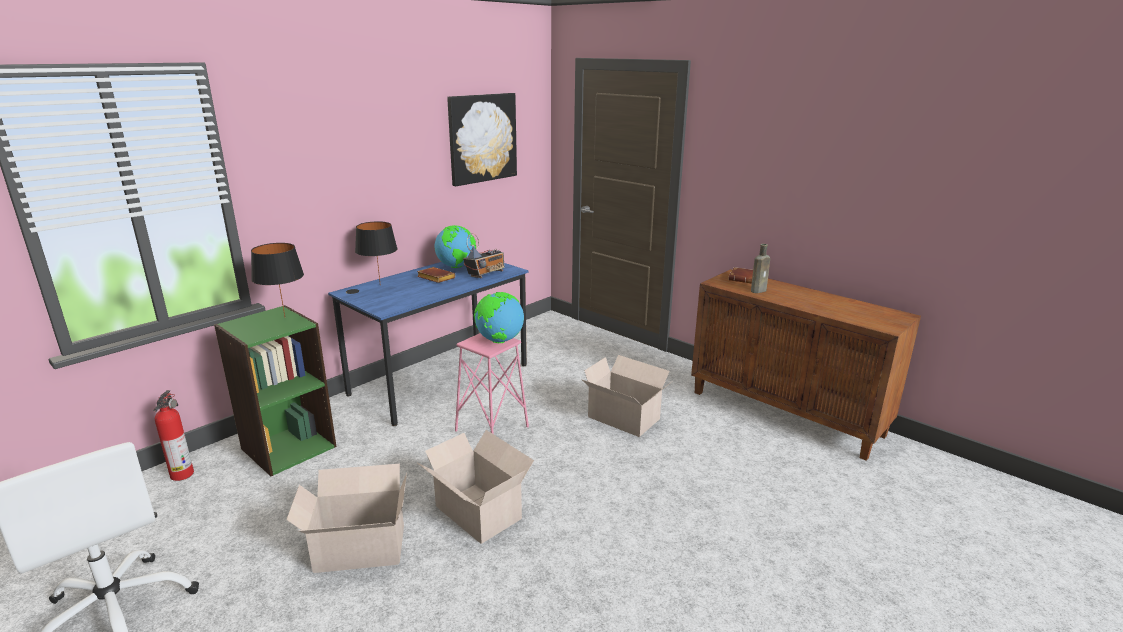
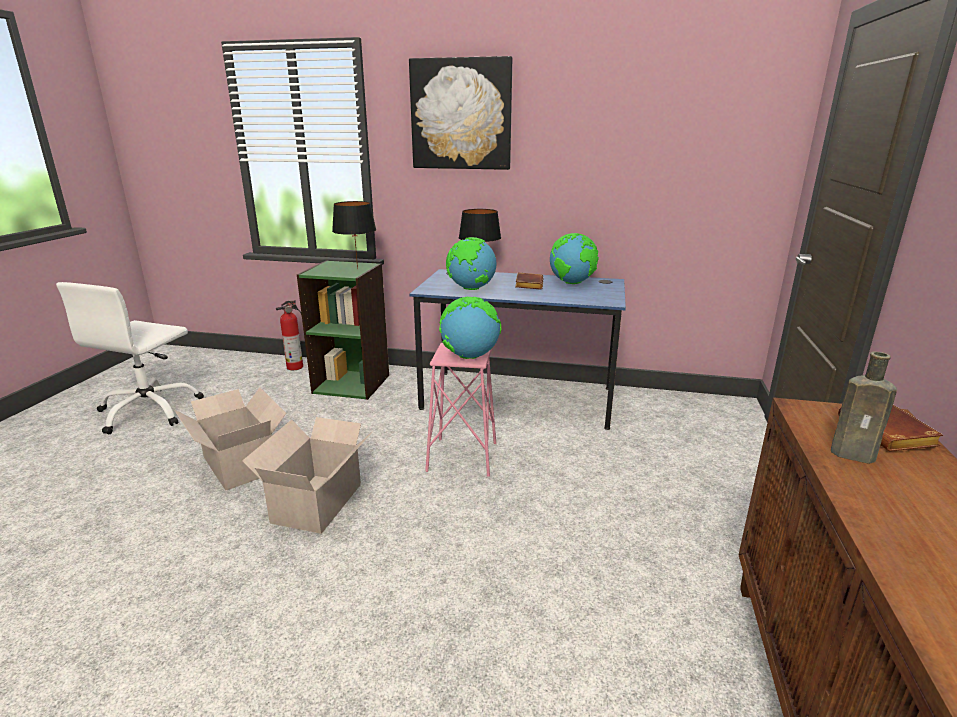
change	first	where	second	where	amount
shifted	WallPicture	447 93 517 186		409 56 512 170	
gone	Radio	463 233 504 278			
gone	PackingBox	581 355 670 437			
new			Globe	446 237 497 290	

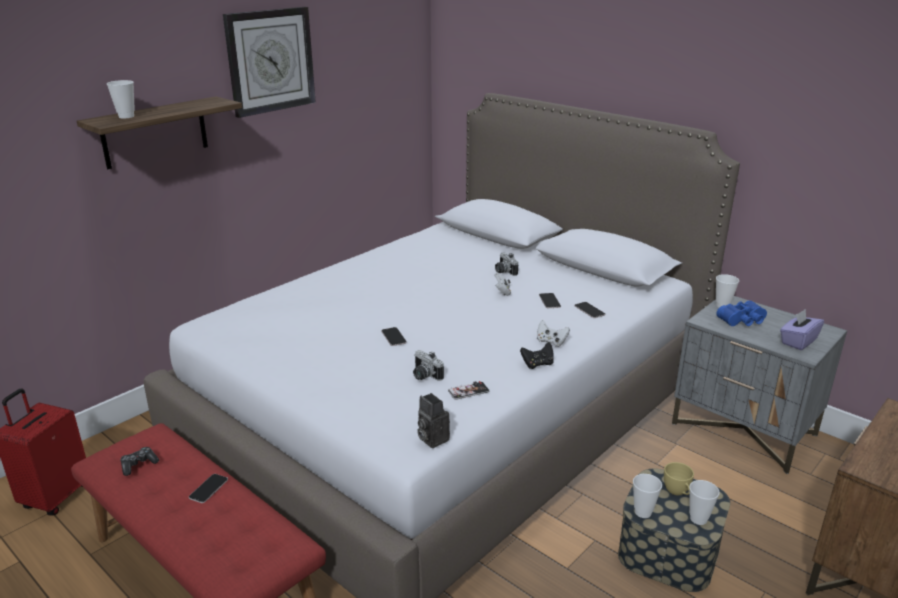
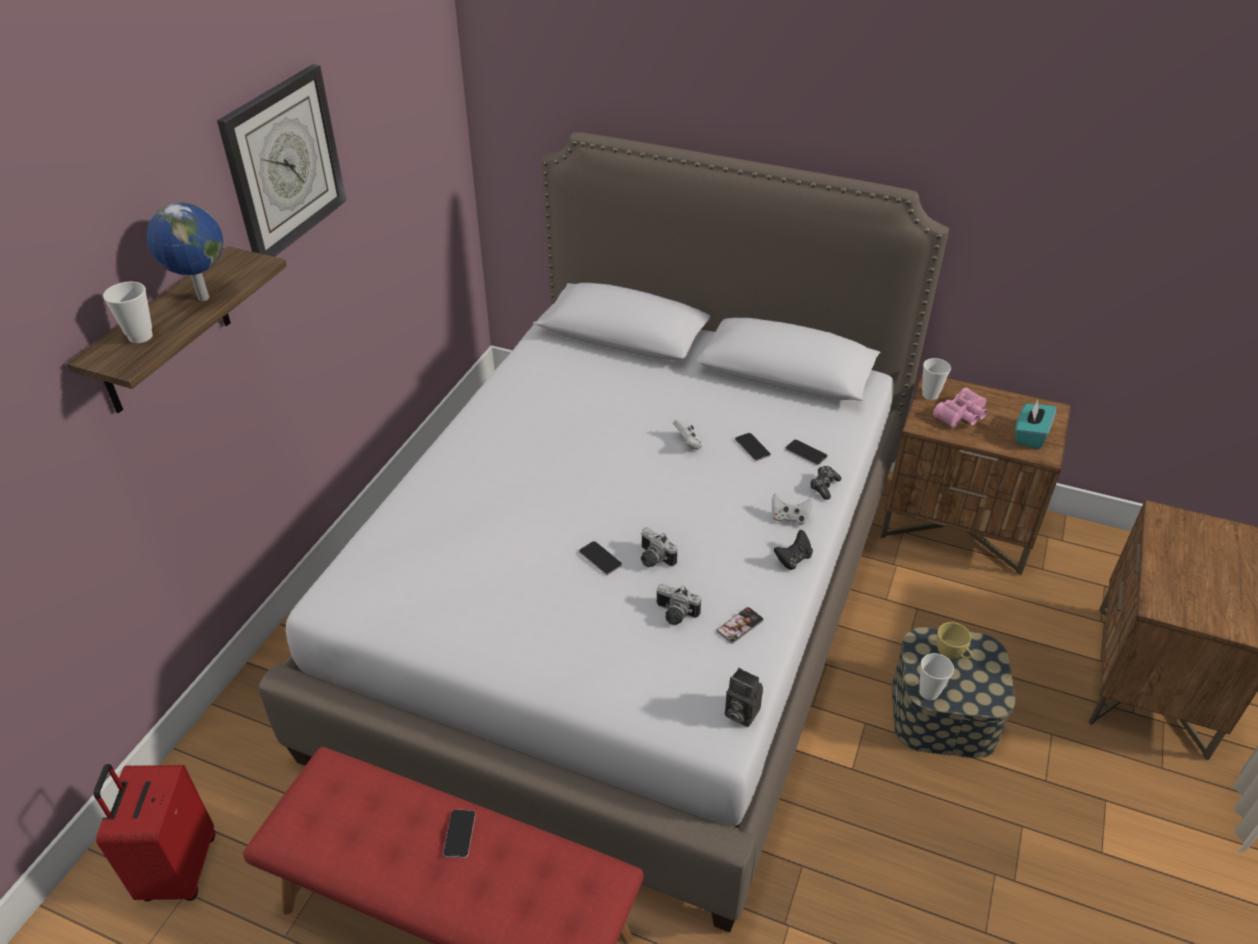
change	first	where	second	where	amount
shifted	Gamepad	120 447 159 476		810 466 842 500	
shifted	StillCamera	495 252 518 276		641 527 677 567	
repainted	GreyNightTable	672 296 847 474	BrownNightTable	880 372 1071 576	
gone	SmallCup	689 480 720 525			
repainted	BluePairOfBinoculars	716 300 767 326	PinkColouredPairOfBinoculars	933 388 988 428	
repainted	PurpleTissueHolder	780 309 824 350	TurquoiseColouredTissueHolder	1015 400 1056 449	
new			Globe	146 203 223 301	

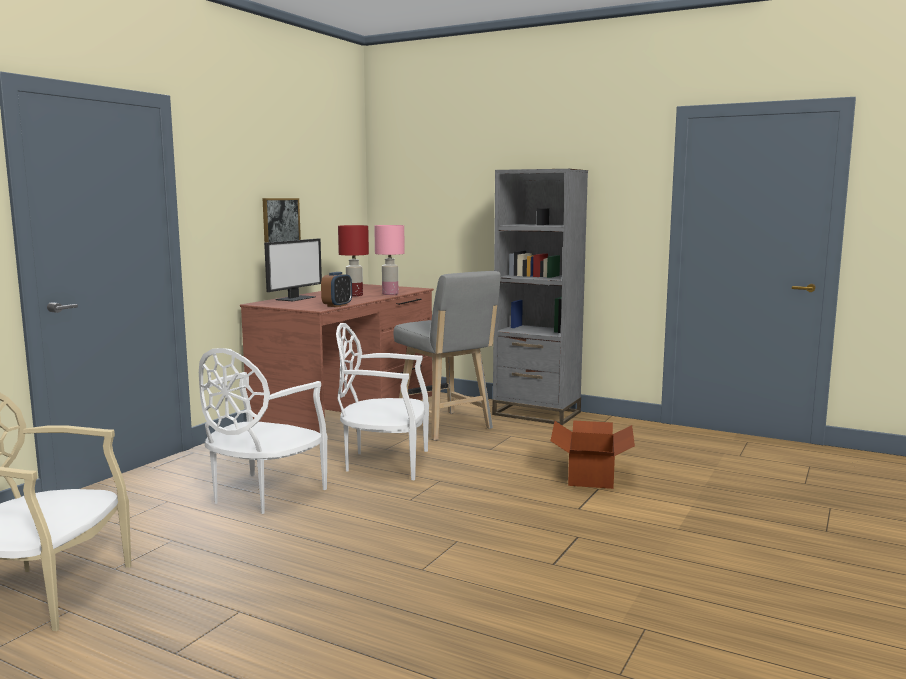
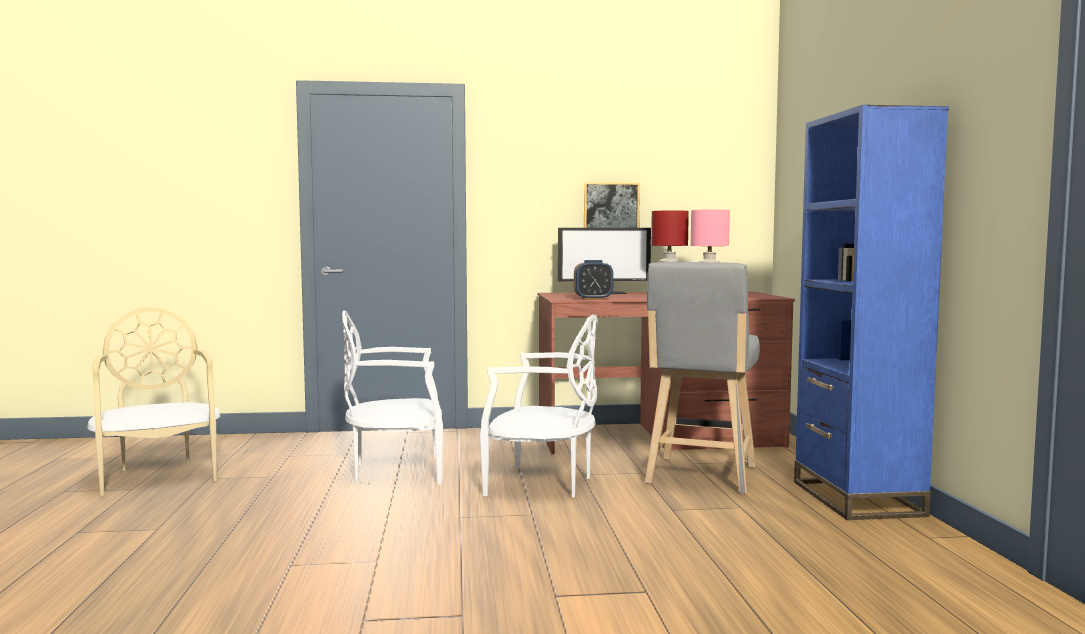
change	first	where	second	where	amount
rotated	WhiteColouredChair	336 323 429 480		480 315 598 498	135 degrees clockwise
repainted	GreyBookcase	492 169 588 425	BlueBookcase	794 105 949 520	
gone	PackingBox	550 420 635 489			

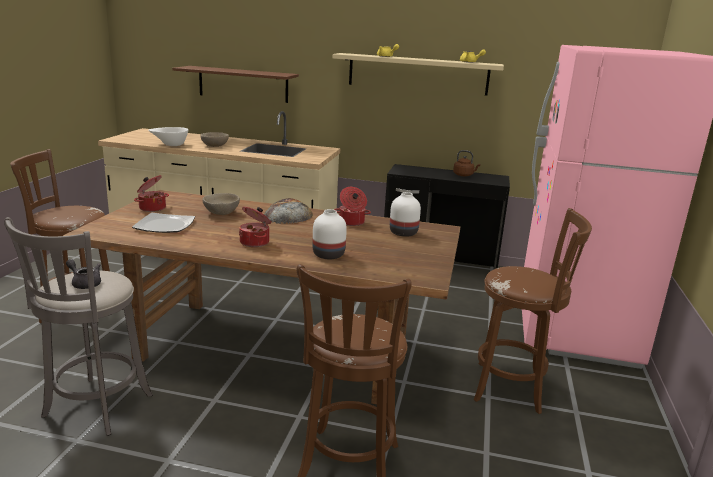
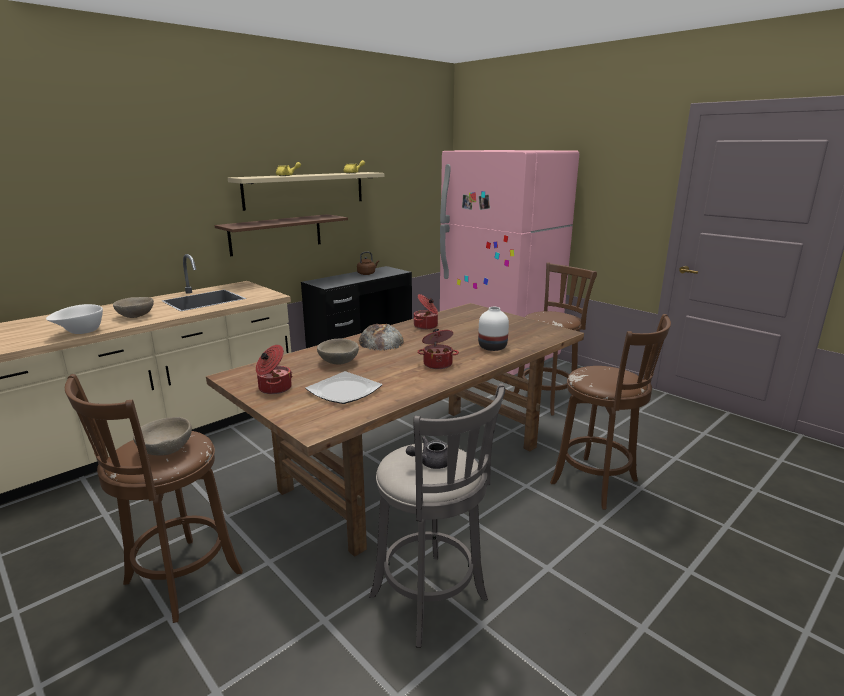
change	first	where	second	where	amount
shifted	BrownBracketShelf	172 66 299 103		214 214 348 256	
gone	WhiteColouredFlowerVase	390 192 421 237			
new			SandColouredBowl	133 417 192 456	

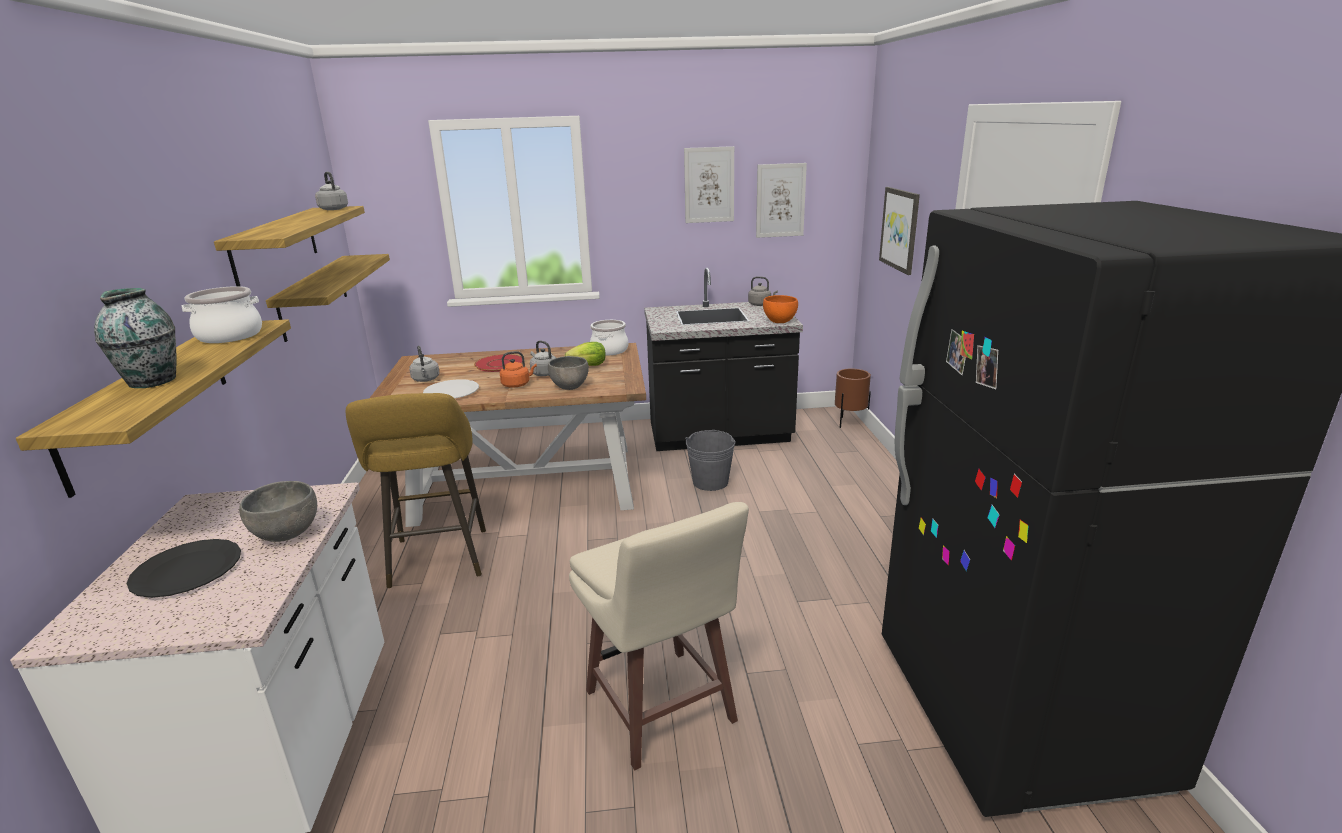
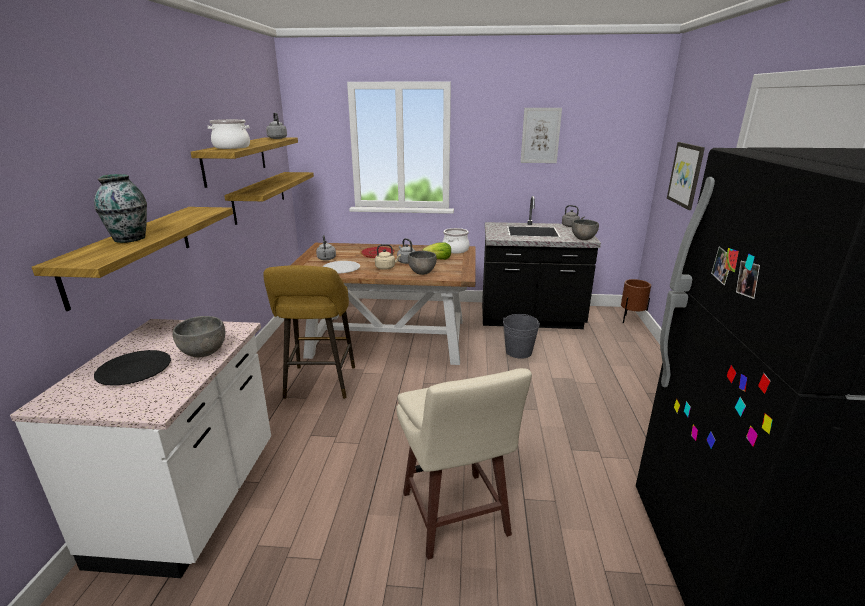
change	first	where	second	where	amount
shifted	Stockpot	182 286 262 343		208 119 250 149	
repainted	OrangeColouredKettle	500 351 537 388	SandColouredKettle	375 244 401 270	
gone	WallPicture	756 163 807 238			
repainted	OrangeColouredBowl	763 295 798 323	GreyBowl	572 219 599 240	

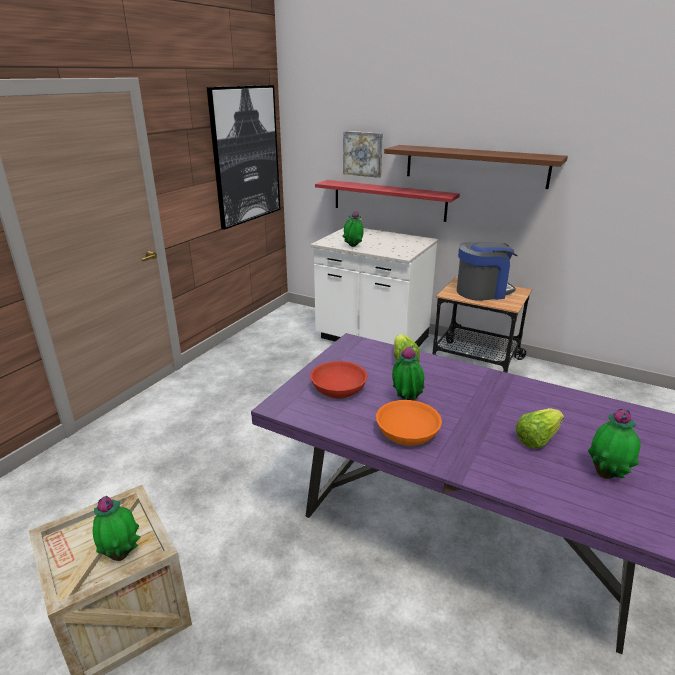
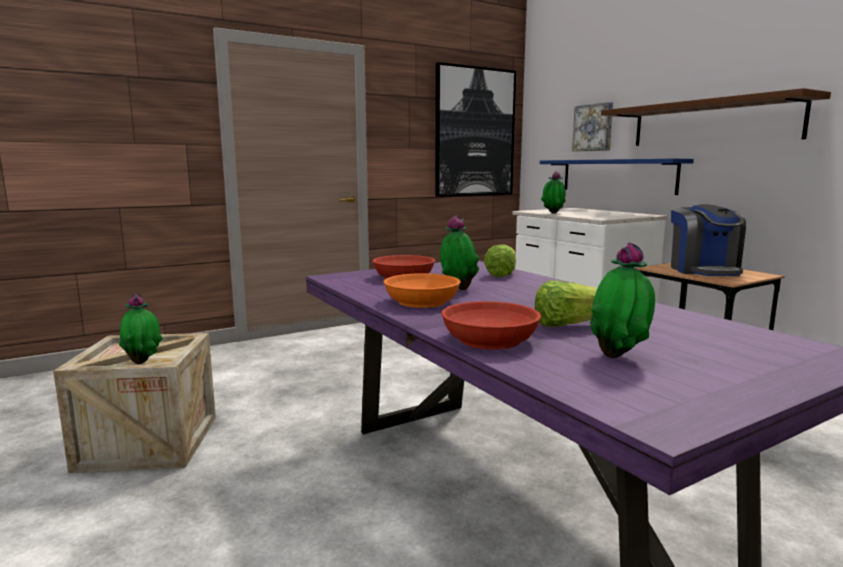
change	first	where	second	where	amount
repainted	ReddishBracketShelf	315 180 460 222	BlueBracketShelf	540 159 694 195	
rotated	CoffeeBrewer	457 242 518 301		671 204 746 276	75 degrees clockwise
new			ReddishBowl	441 301 541 350	

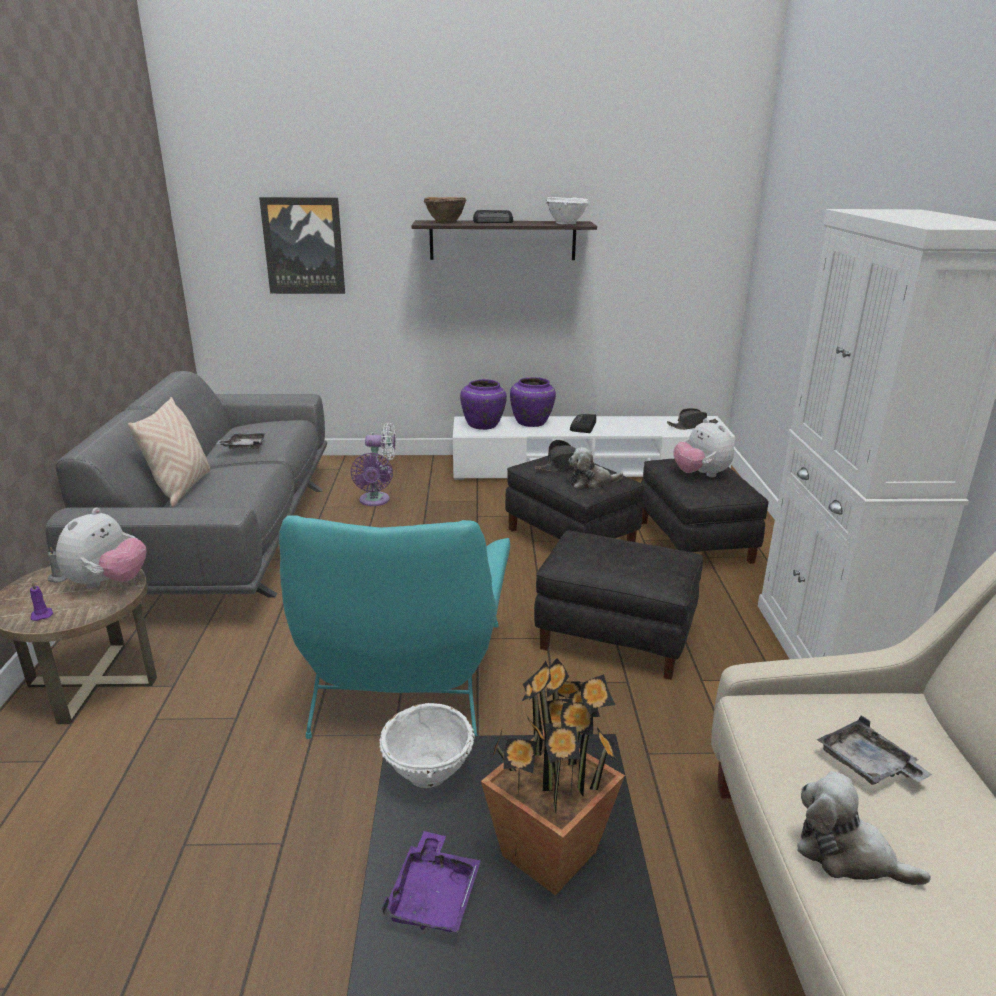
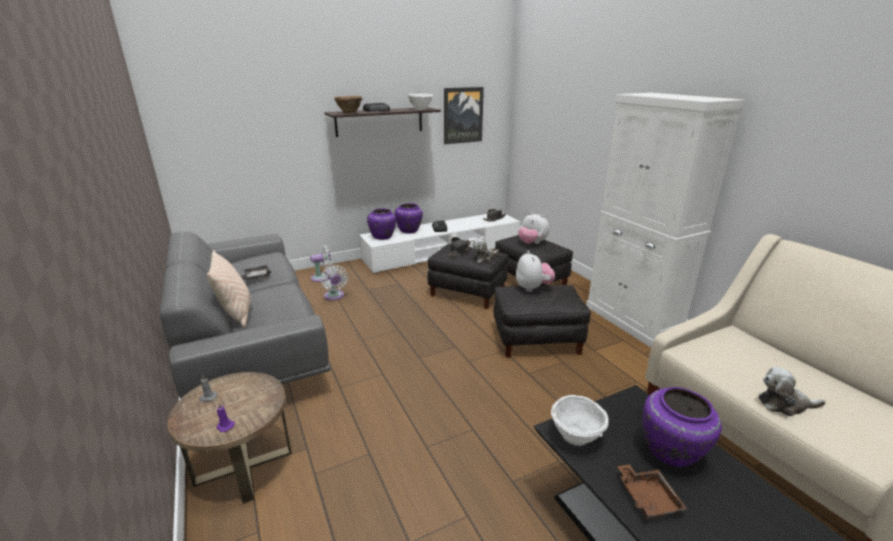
change	first	where	second	where	amount
shifted	CuddlyToy	56 508 147 589		516 251 555 292	
shifted	WallPicture	259 197 345 294		444 87 484 144	
gone	TurquoiseColouredLoungeChair	279 516 510 739			
repainted	PurpleCoolingFan	350 453 393 506	WhiteColouredCoolingFan	321 265 348 300	
repainted	PurpleCarryingTray	382 831 481 932	BrownCarryingTray	617 464 687 519	
swapped	Houseplant	481 658 625 895	PurpleFlowerVase	643 387 722 467	
gone	GreyCarryingTray	817 715 932 785			

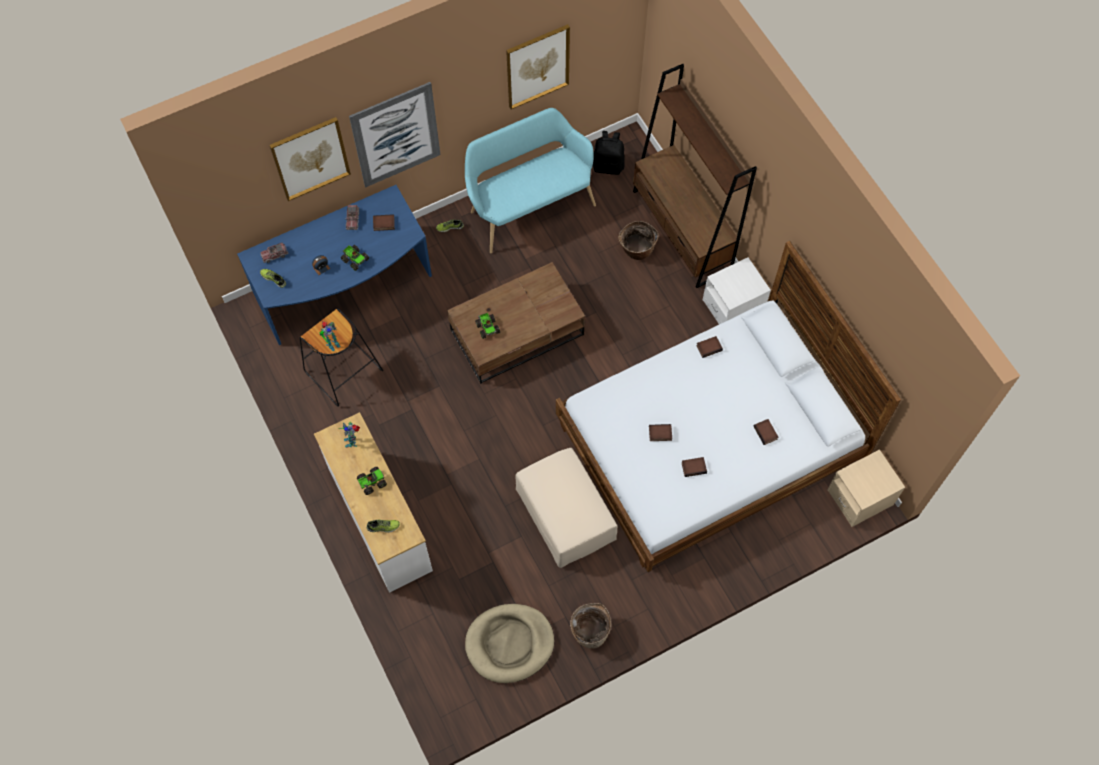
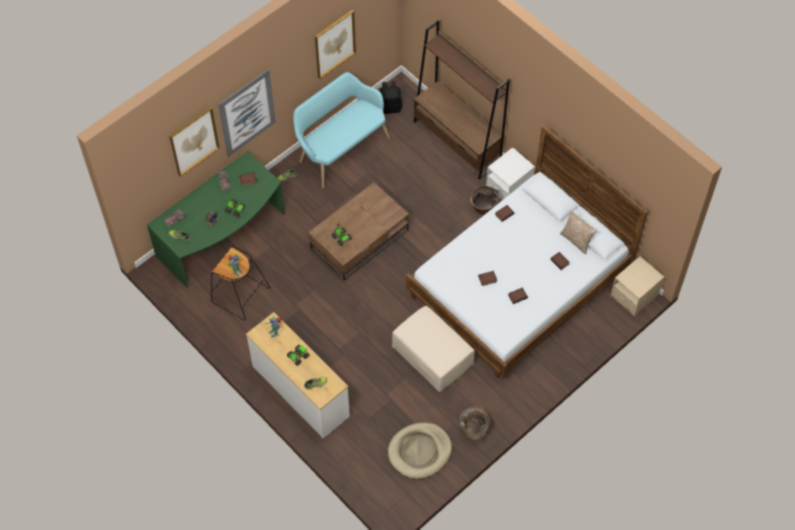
change	first	where	second	where	amount
repainted	BlueDeskTable	237 185 432 345	GreenDeskTable	147 151 285 288	
shifted	Basket	618 221 659 260		469 186 499 215	
new			Pillow	560 211 597 255	

